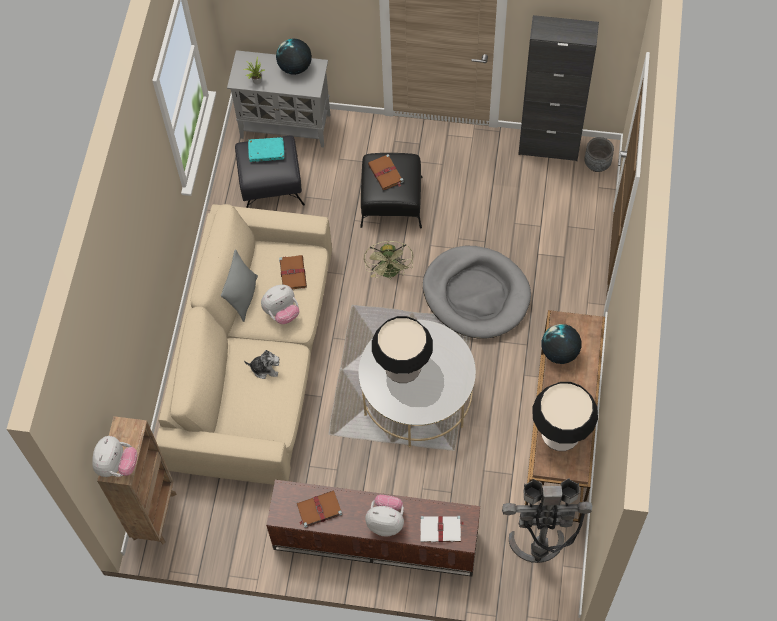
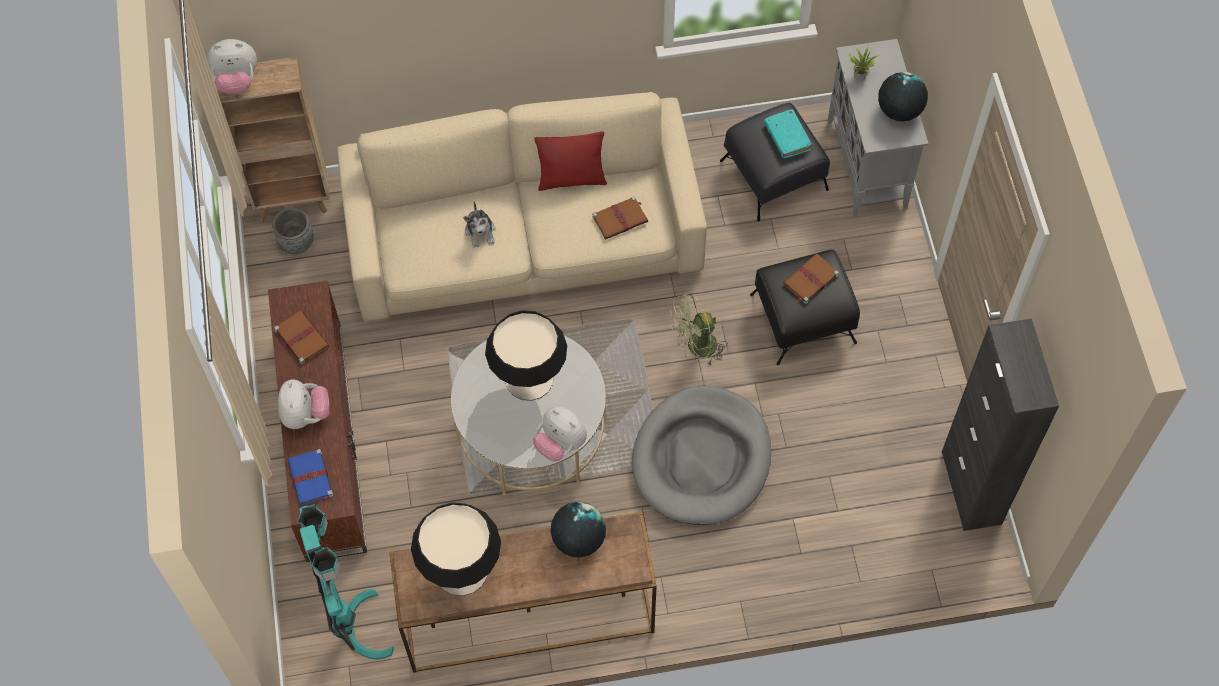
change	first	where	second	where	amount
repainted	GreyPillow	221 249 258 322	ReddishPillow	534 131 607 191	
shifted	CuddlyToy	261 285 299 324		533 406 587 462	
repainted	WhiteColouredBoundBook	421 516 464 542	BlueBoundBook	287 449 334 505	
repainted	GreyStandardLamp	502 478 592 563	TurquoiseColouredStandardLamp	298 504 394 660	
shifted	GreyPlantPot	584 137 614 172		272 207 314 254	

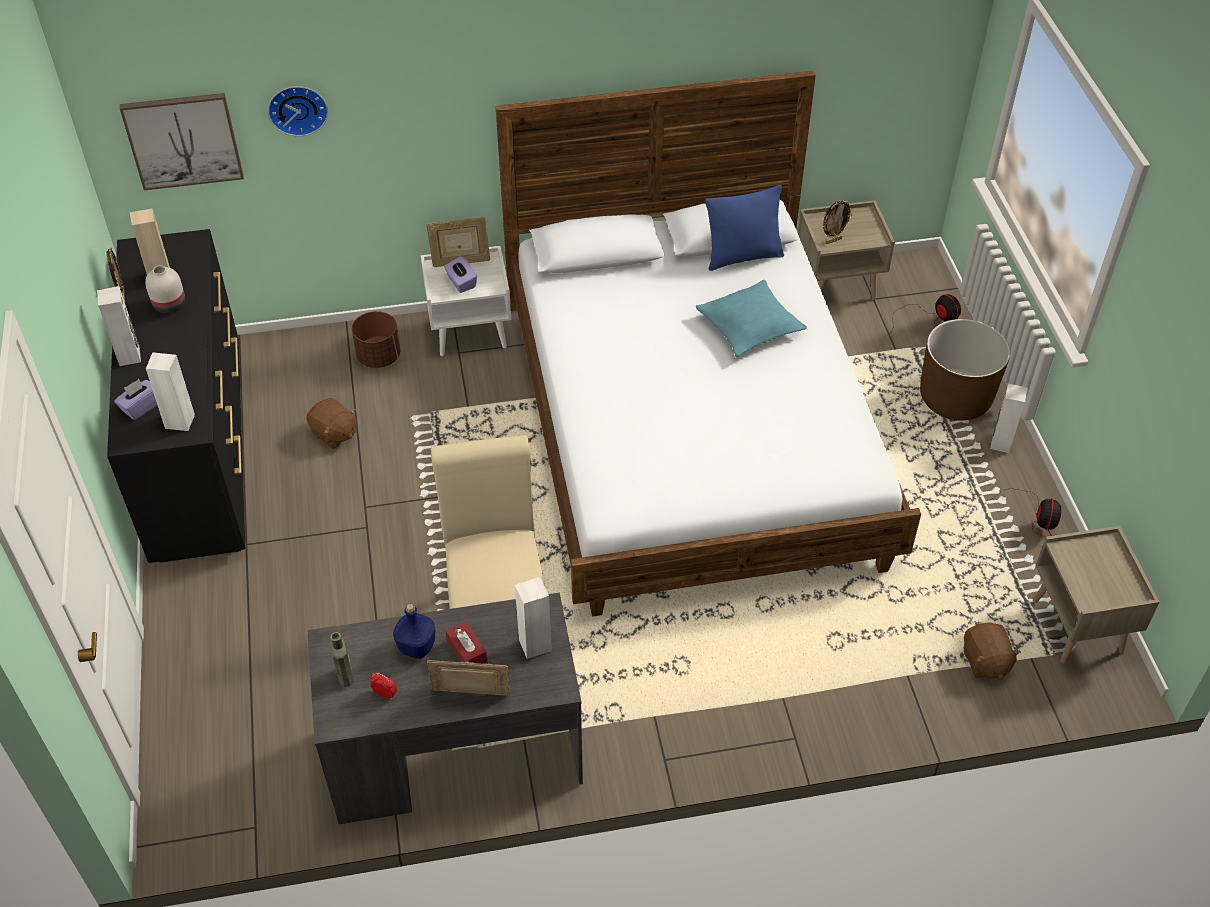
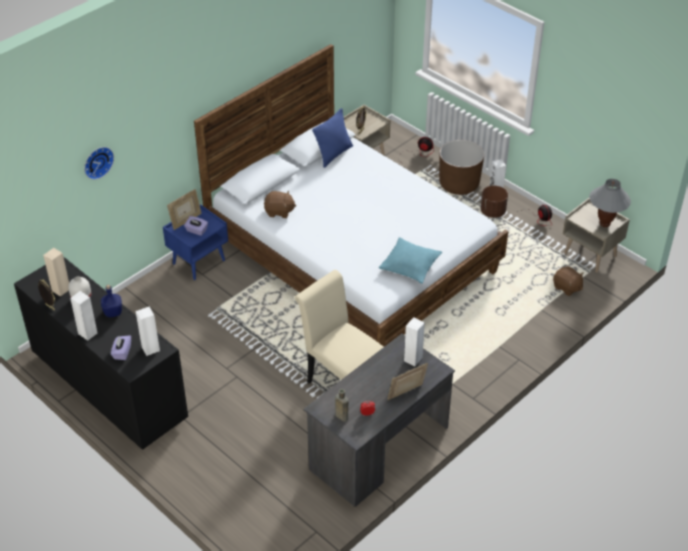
change	first	where	second	where	amount
gone	WallPicture	120 93 244 190			
shifted	BrownCuddlyToy	306 398 357 449		264 191 296 218	
shifted	BrownPlantPot	352 311 400 368		481 186 508 218	
shifted	BlueBottle	393 604 436 659		101 285 122 317	
repainted	WhiteColouredNightTable	421 246 511 356	BlueNightTable	163 204 228 280	
gone	ReddishTissueHolder	446 621 487 664			
shifted	TurquoiseColouredPillow	696 280 807 357		378 237 442 283	
new			GreyTableLamp	589 179 631 227	

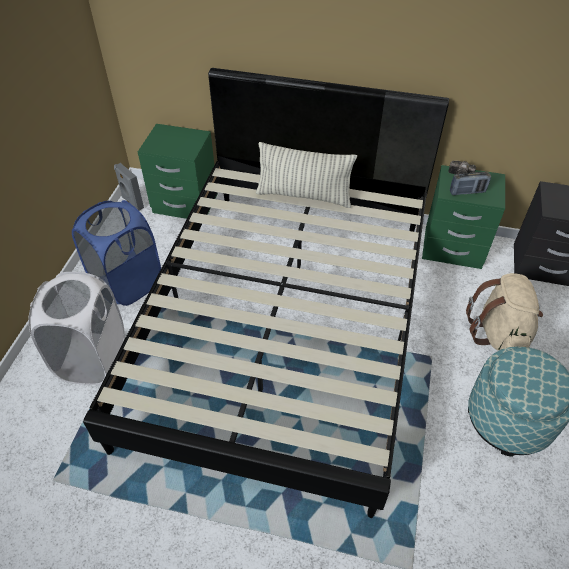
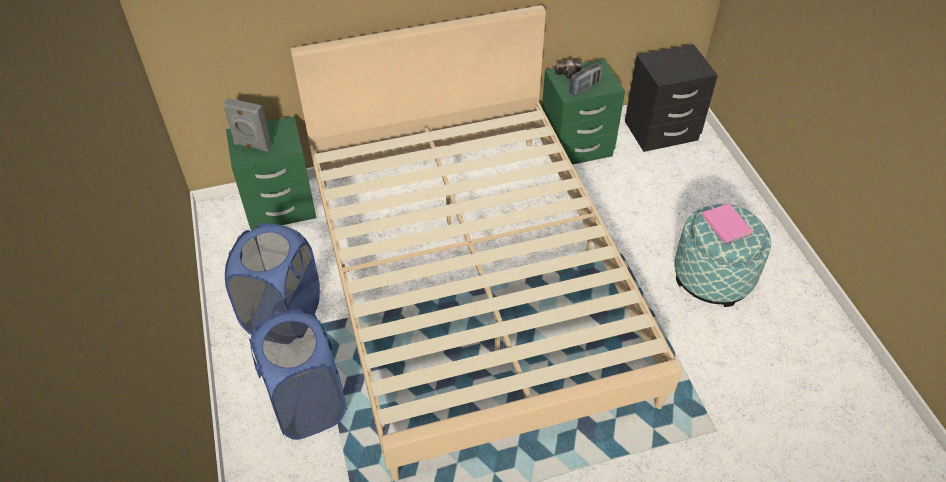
change	first	where	second	where	amount
repainted	WhiteColouredHamper	28 272 125 385	BlueHamper	249 309 346 440	
repainted	BlackSleepingBed	83 68 449 518	SandColouredSleepingBed	290 5 682 481	
shifted	GreyLoudspeaker	114 163 144 211		222 98 272 152	
gone	Pillow	256 142 357 208			
gone	SandColouredBackpack	466 273 543 351			
new			PinkColouredBoundBook	702 203 753 244	

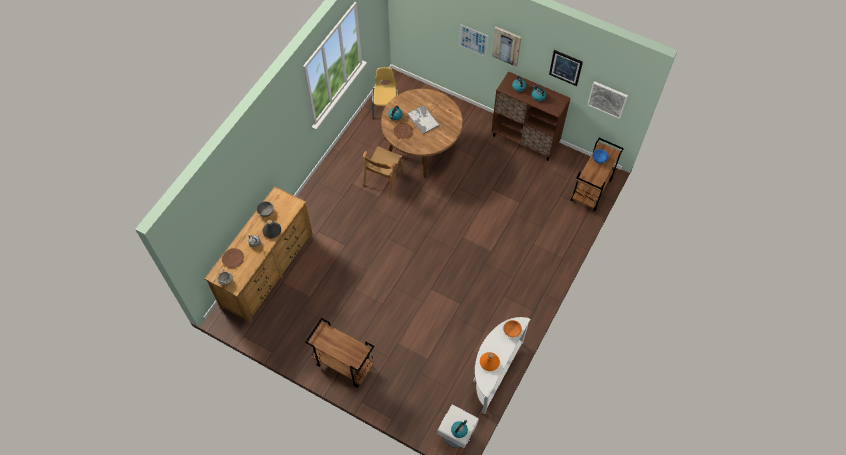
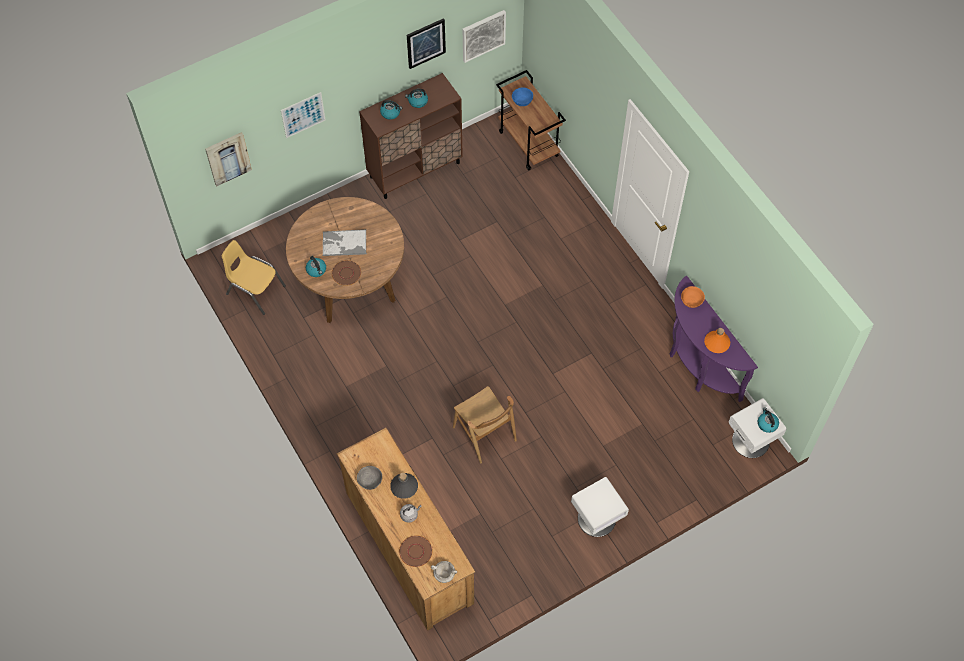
change	first	where	second	where	amount
swapped	BrownWheeledCart	305 318 374 388	WhiteColouredNightTable	571 477 629 537	
shifted	BrownChair	363 146 404 197		453 386 517 464	
repainted	WhiteColouredHallTable	473 317 530 414	PurpleHallTable	670 276 758 402	
shifted	WallPicture	492 27 521 67		205 132 252 186	

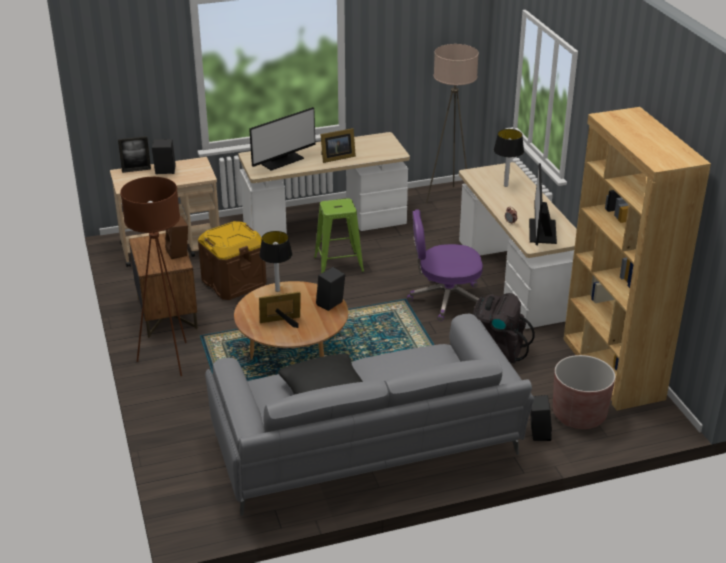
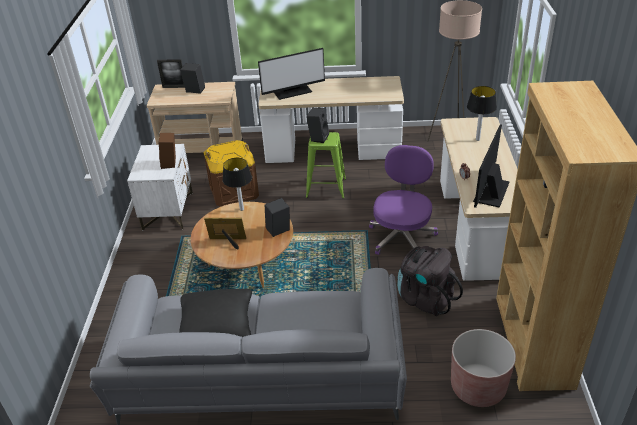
change	first	where	second	where	amount
gone	BrownStandardLamp	120 177 187 376			
repainted	BrownNightTable	129 233 198 338	WhiteColouredNightTable	127 144 193 231	
gone	PhotoFrame	320 128 356 163			
rotated	PurpleComputerChair	407 209 483 321		369 145 438 255	90 degrees clockwise
shifted	BlackLoudspeaker	530 395 552 441		306 108 329 143	

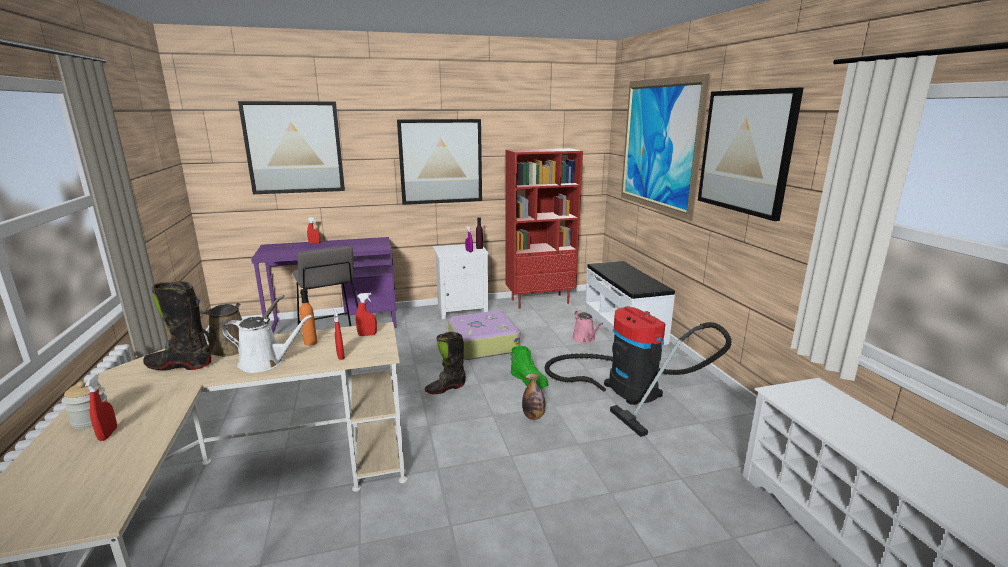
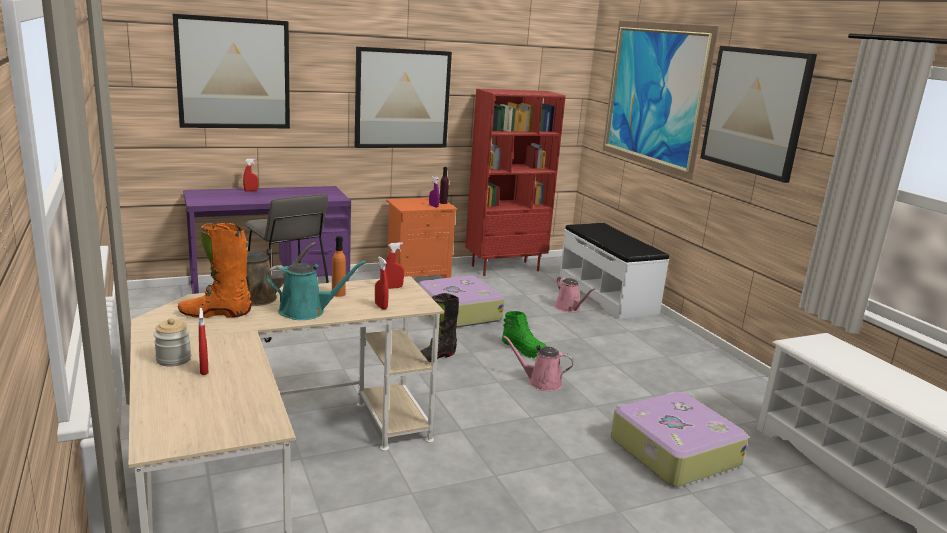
change	first	where	second	where	amount
repainted	BlackTallBoot	143 281 211 371	OrangeColouredTallBoot	178 223 252 318	
repainted	WhiteColouredSprinklingCan	222 315 313 373	TurquoiseColouredSprinklingCan	266 261 366 320	
repainted	WhiteColouredNightTable	433 243 489 320	OrangeColouredNightTable	386 197 457 278	
swapped	Bottle	522 374 545 420	PinkColouredSprinklingCan	503 336 574 391	
gone	Vacuum	544 306 732 437			
new			Suitcase	611 392 749 487	

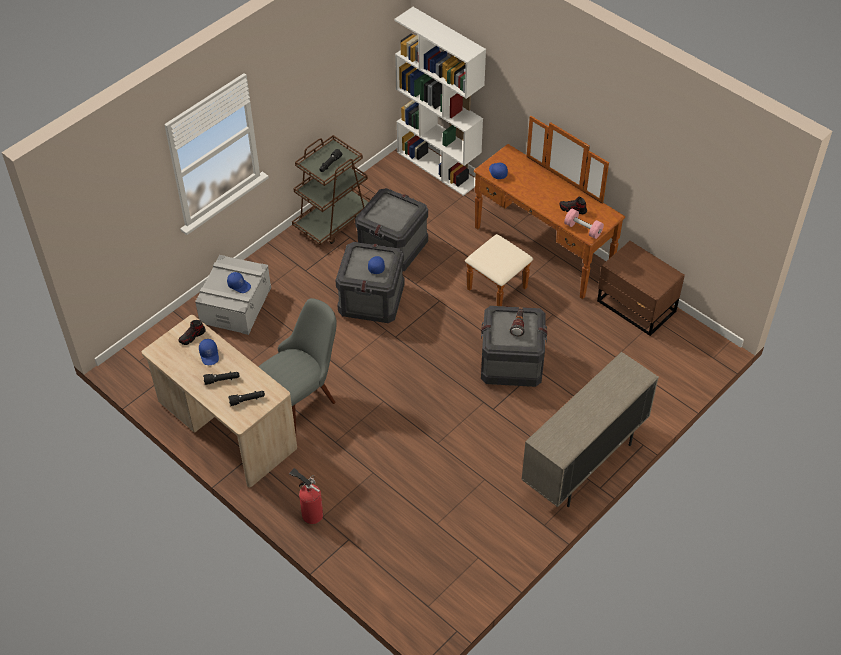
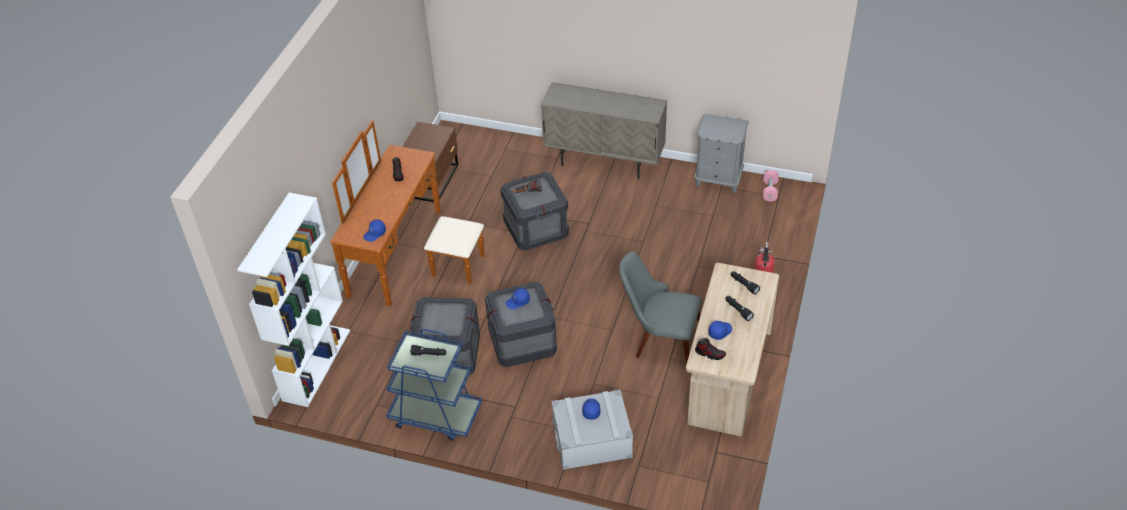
change	first	where	second	where	amount
repainted	BrownWheeledCart	292 135 371 245	BlueWheeledCart	386 329 482 440	
shifted	PinkColouredDumbbell	564 209 604 239		763 170 779 202	
new			GreyNightTable	694 114 749 193	

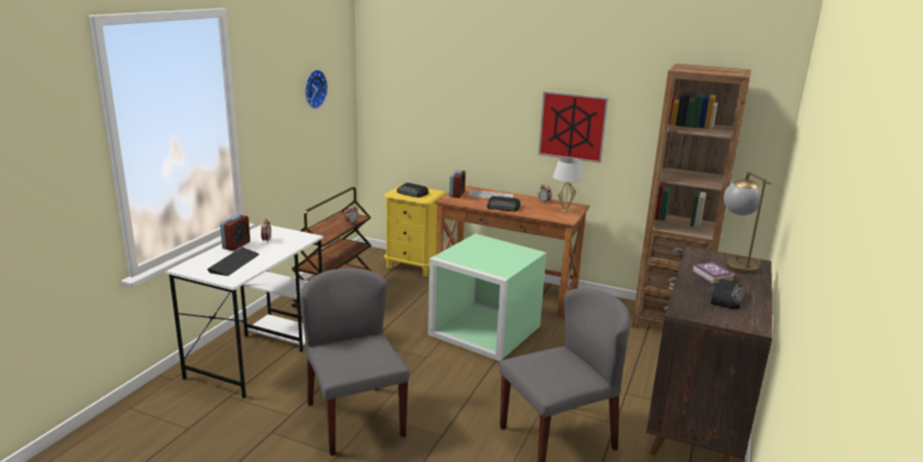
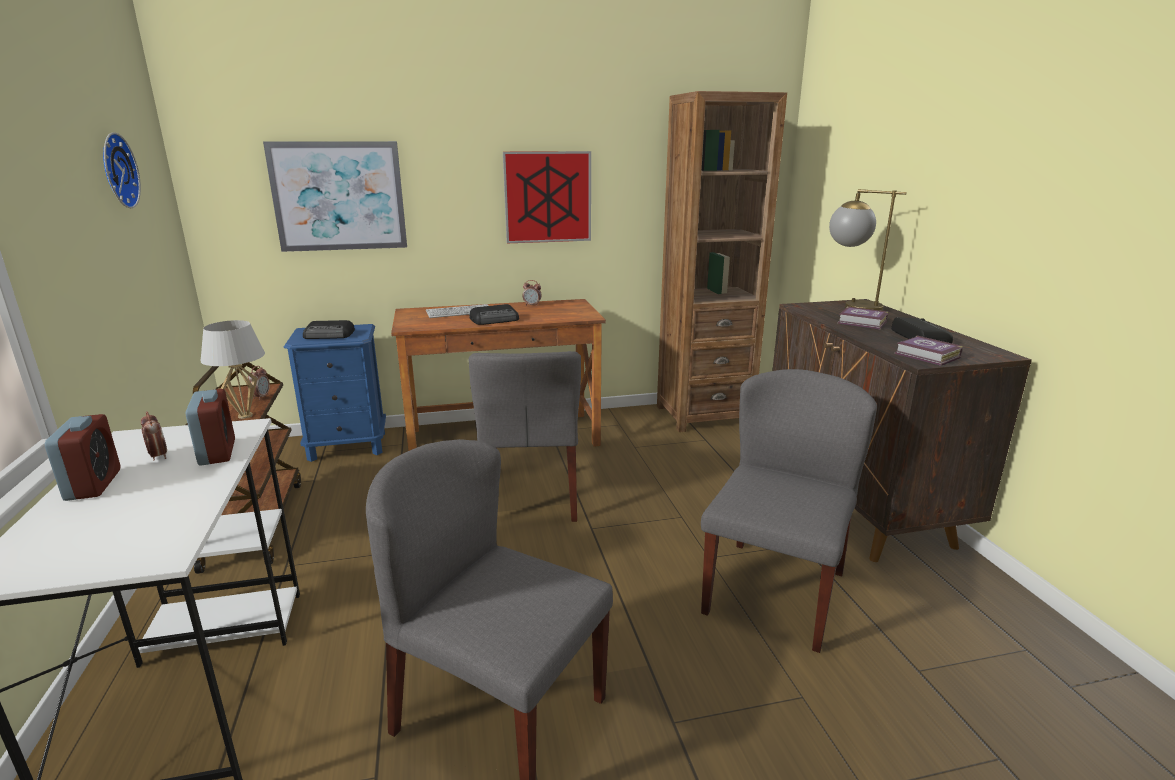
change	first	where	second	where	amount
gone	ComputerKeyboard	207 247 259 276			
repainted	YellowishNightTable	384 184 446 277	BlueNightTable	284 324 386 462	
swapped	GreenStorageBox	428 234 547 361	GreyChair	469 351 581 522	
shifted	TableClock	449 170 466 198		186 389 235 466	
shifted	WhiteColouredTableLamp	553 158 584 212		201 320 265 419	
new			WallPicture	263 141 407 252	
new			BoundBook	895 335 963 366	

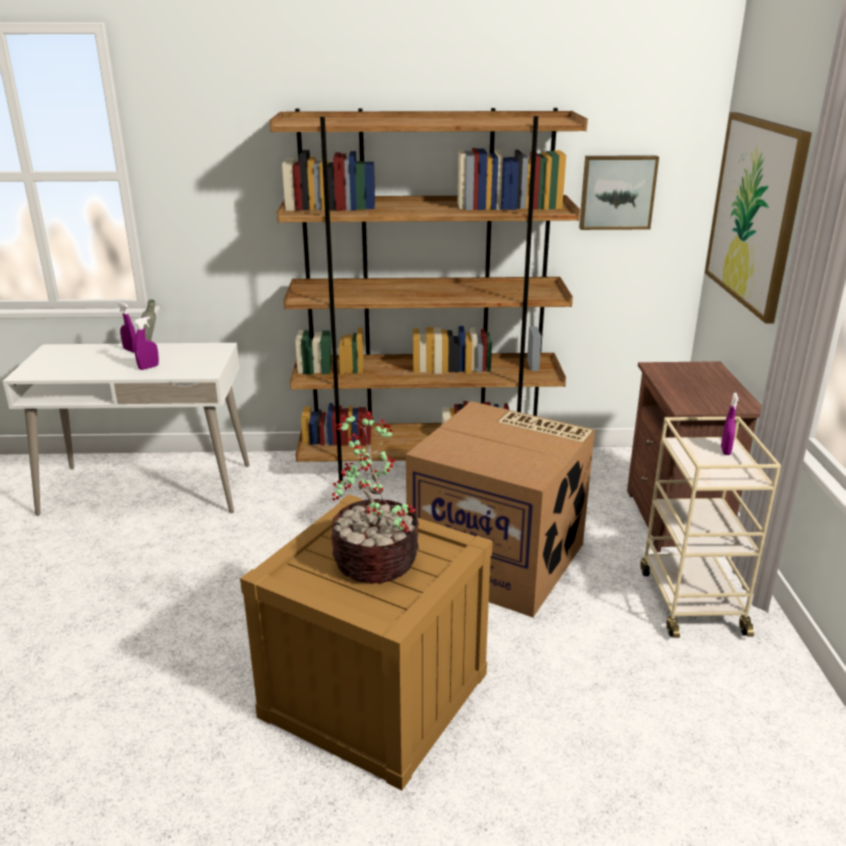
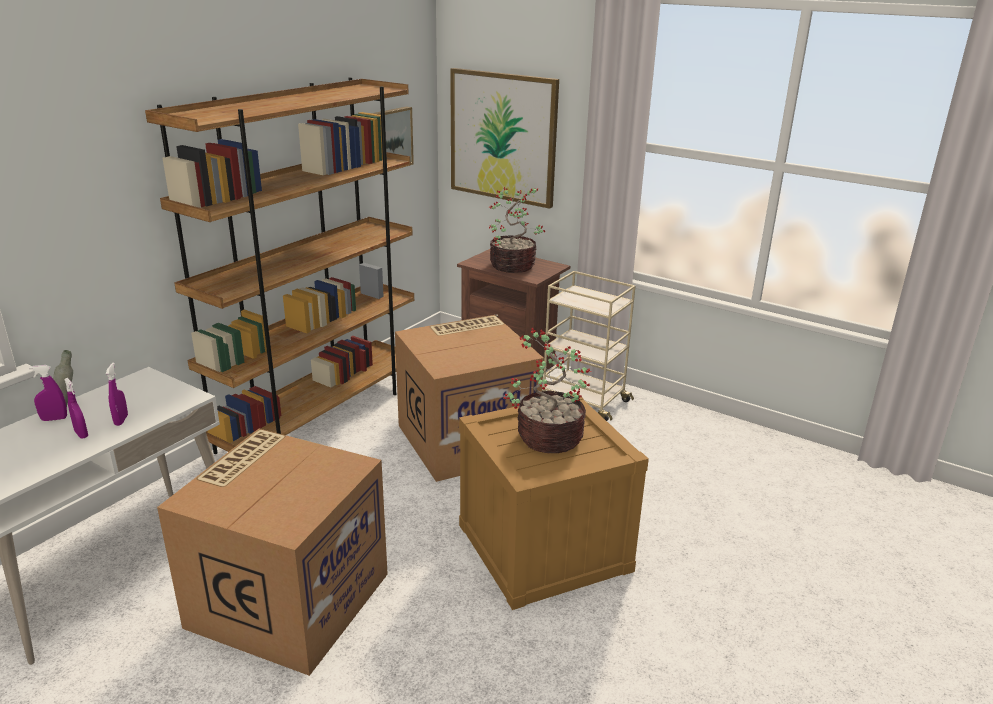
change	first	where	second	where	amount
shifted	PurpleSprayer	721 393 739 455		64 378 88 439	
new			PackingBox	157 429 388 676	
new			Houseplant	489 187 545 273	

